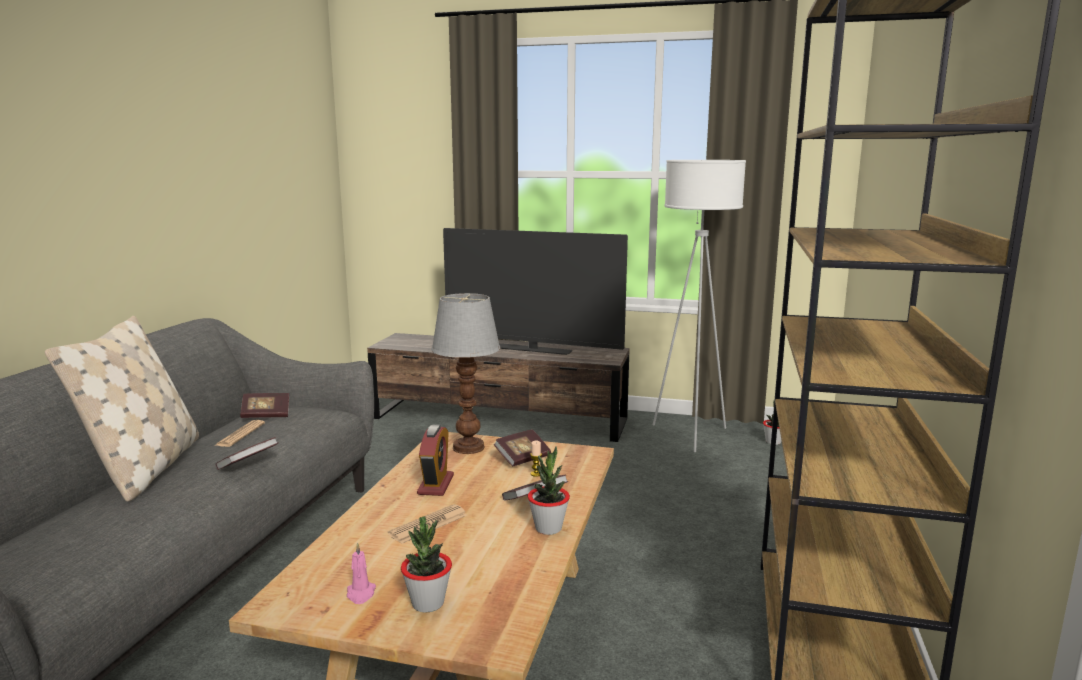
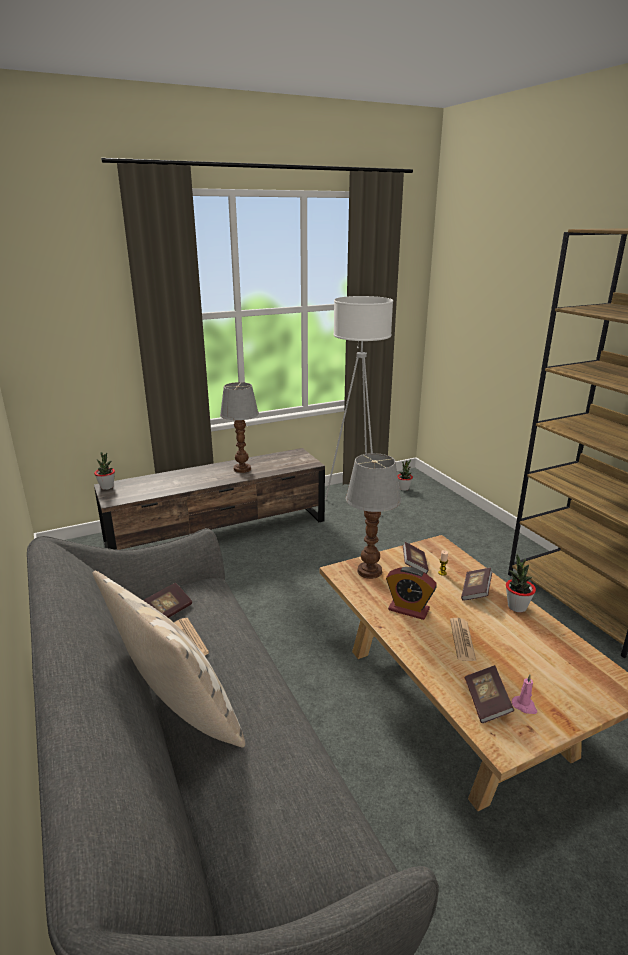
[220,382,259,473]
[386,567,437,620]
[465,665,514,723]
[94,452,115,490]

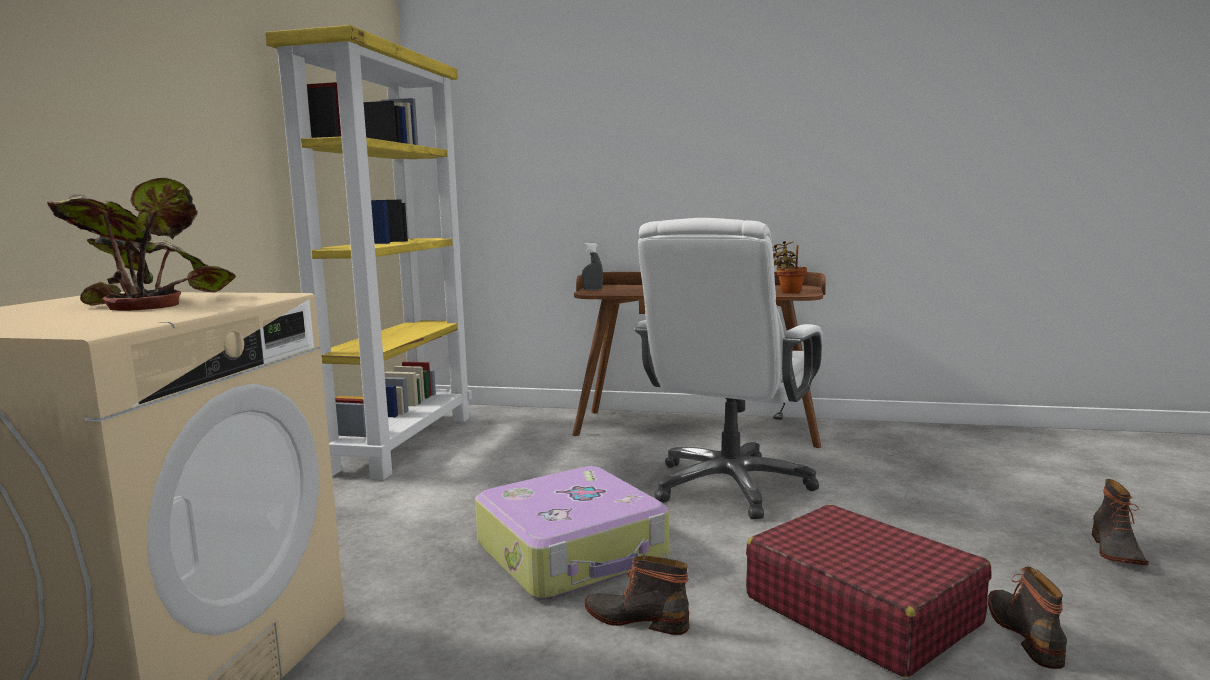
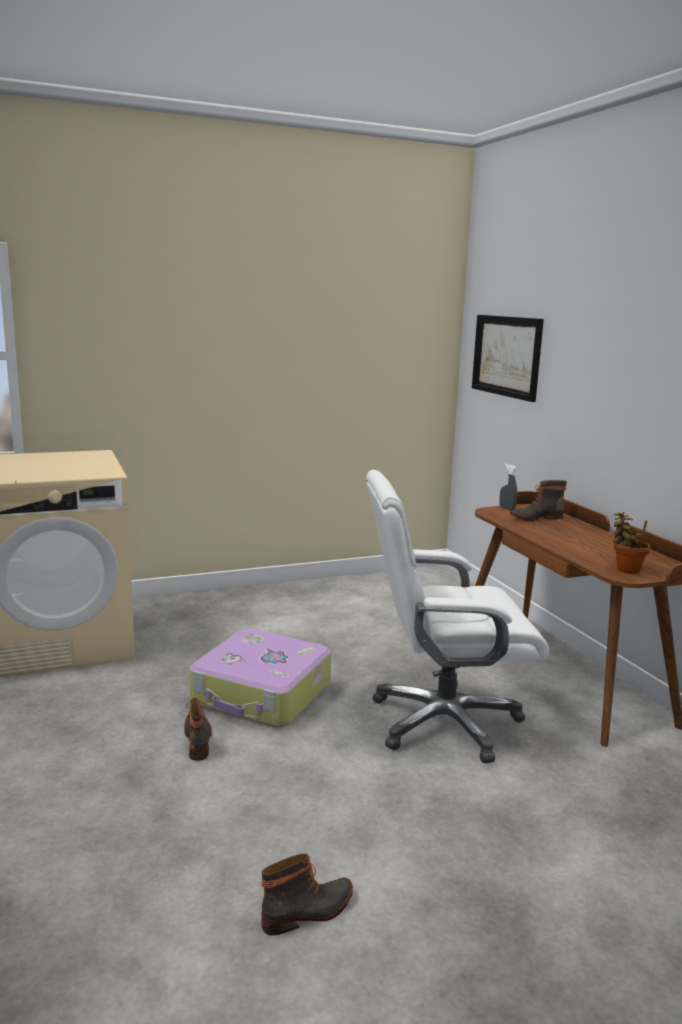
[265,25,472,480] (first image)
[47,177,236,311] (first image)
[510,480,567,522]
[746,504,992,677] (first image)
[472,315,544,402]

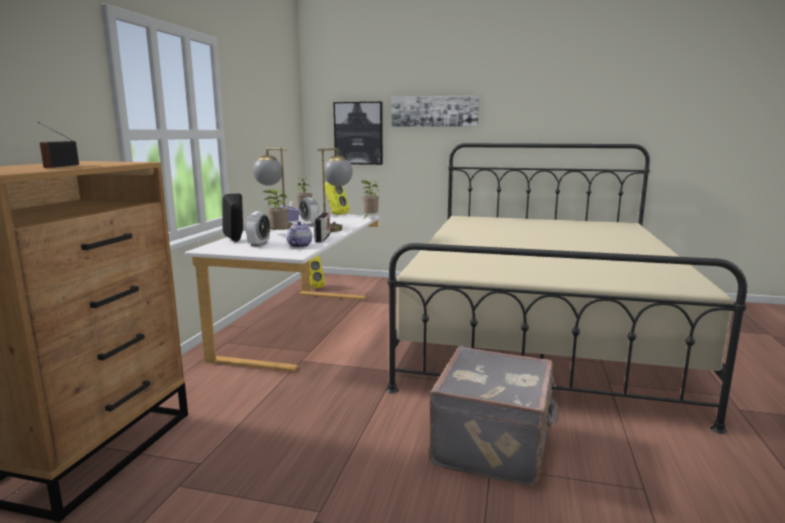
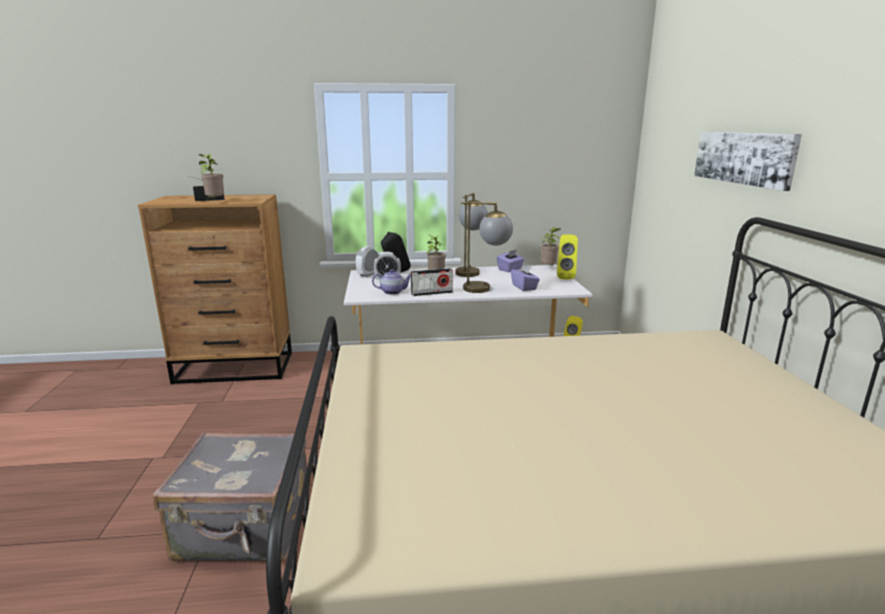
[333,102,383,165] (first image)
[199,153,224,200]
[356,246,379,277]
[511,264,540,291]

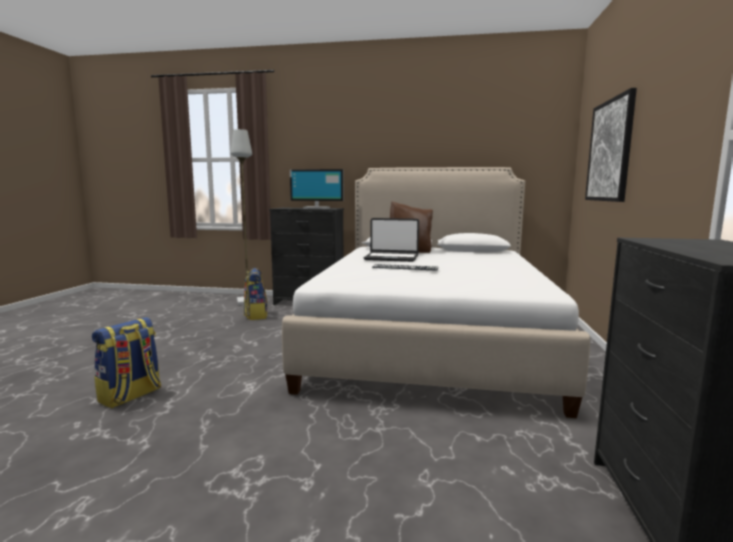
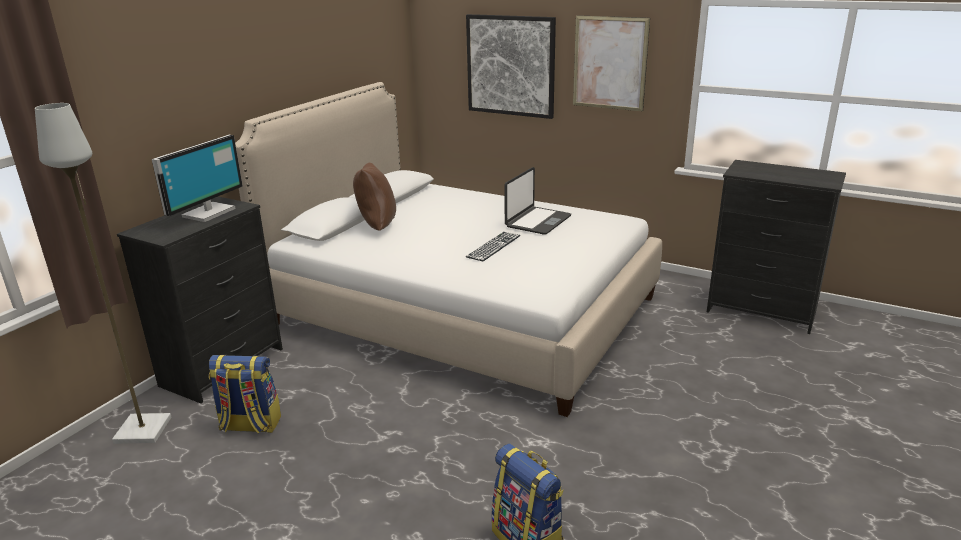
[504,167,571,235]
[573,15,650,111]

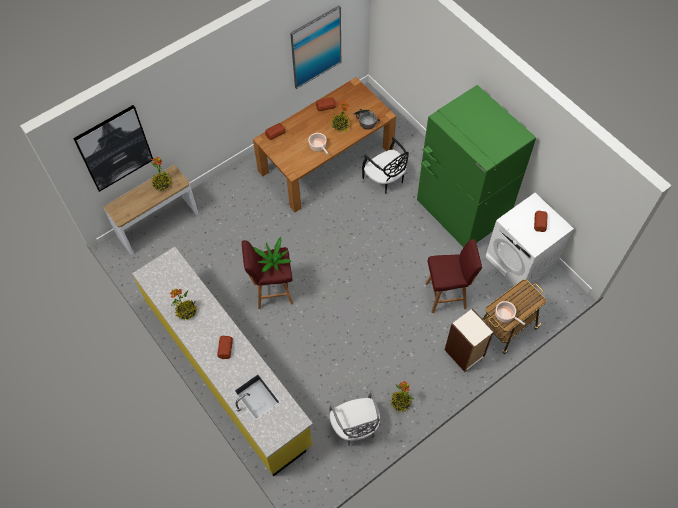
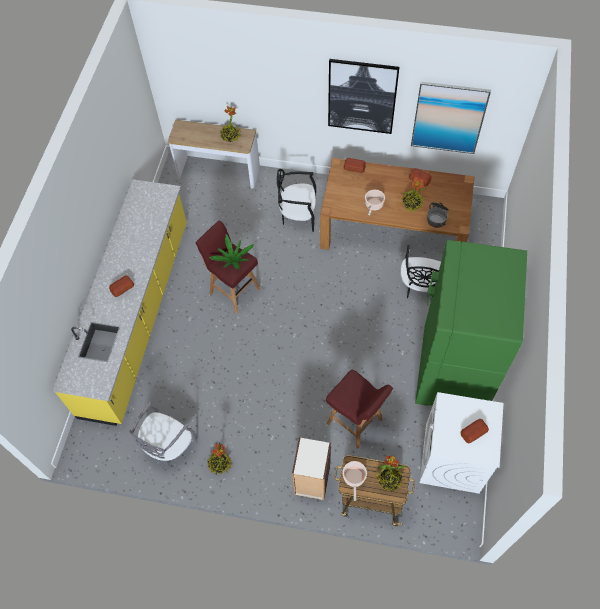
[328,59,399,134]
[376,455,406,491]
[277,169,316,232]

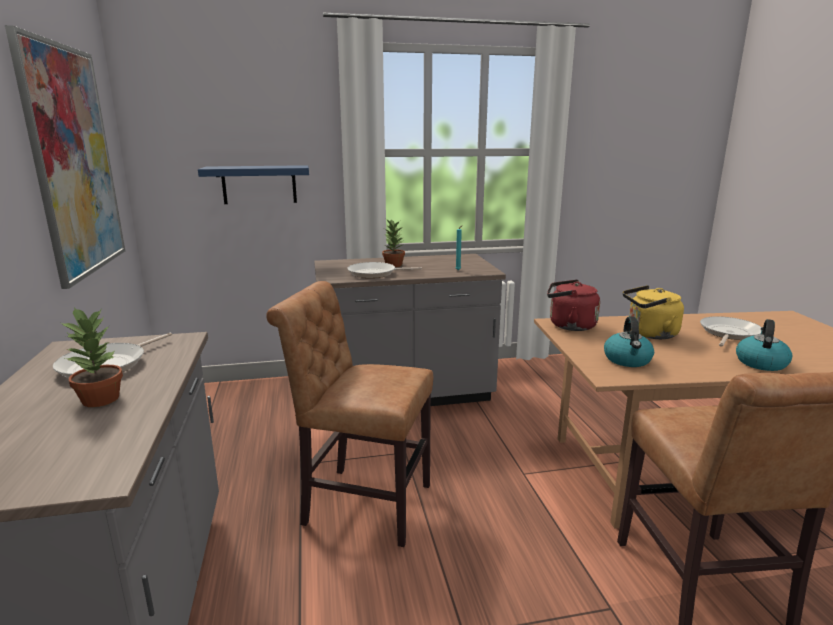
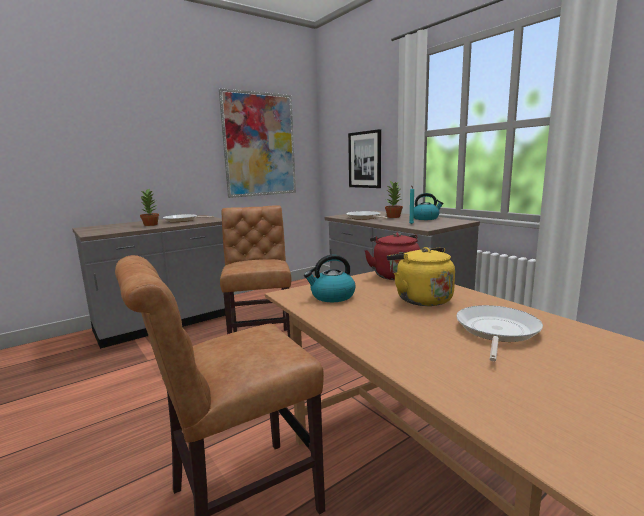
[348,129,381,188]
[456,305,543,361]
[414,193,444,220]

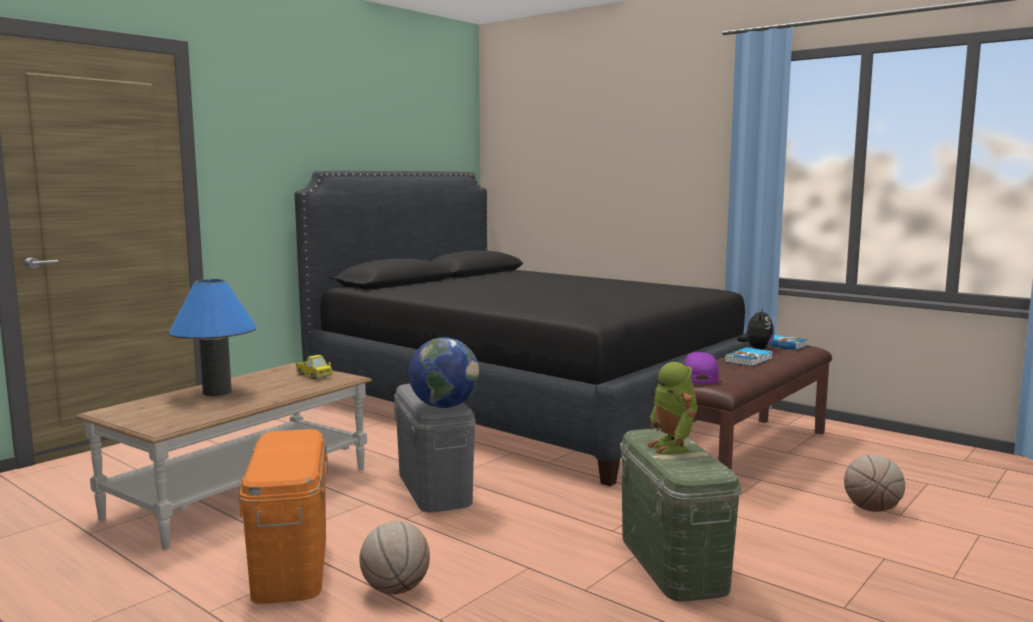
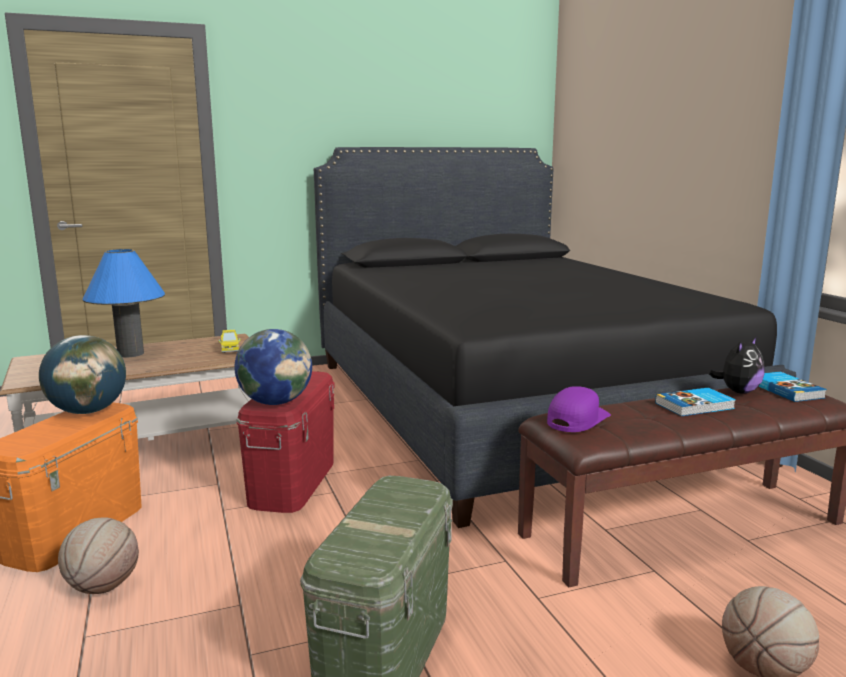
[647,362,697,455] (first image)
[236,371,335,513]
[39,335,126,414]

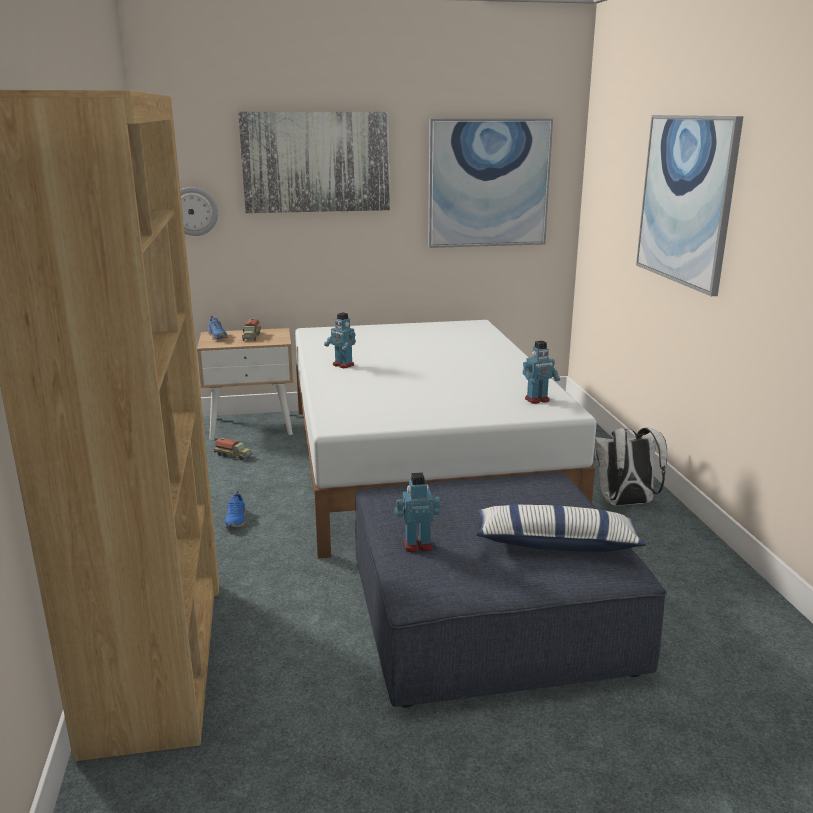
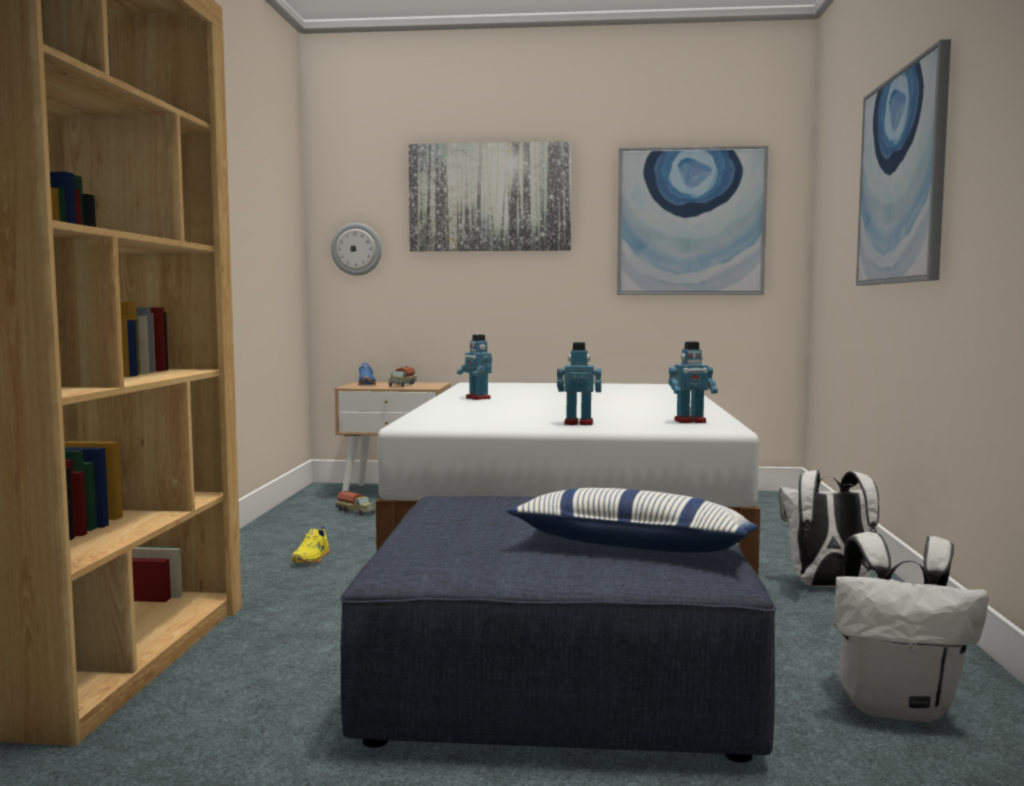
[557,342,601,425]
[292,525,329,563]
[834,532,989,722]

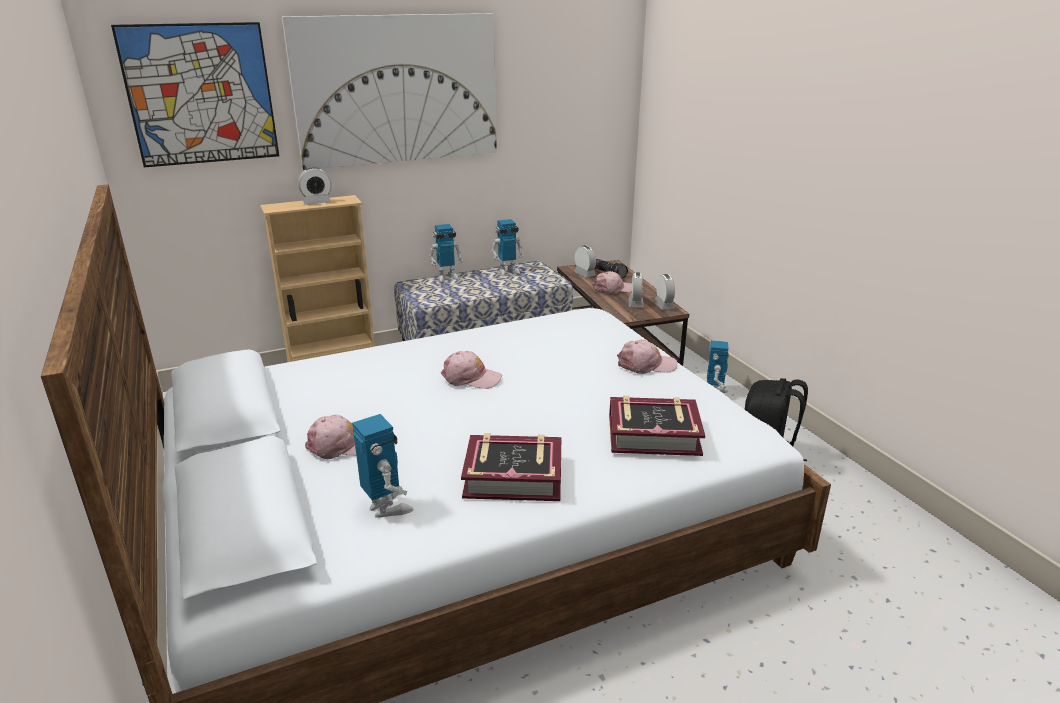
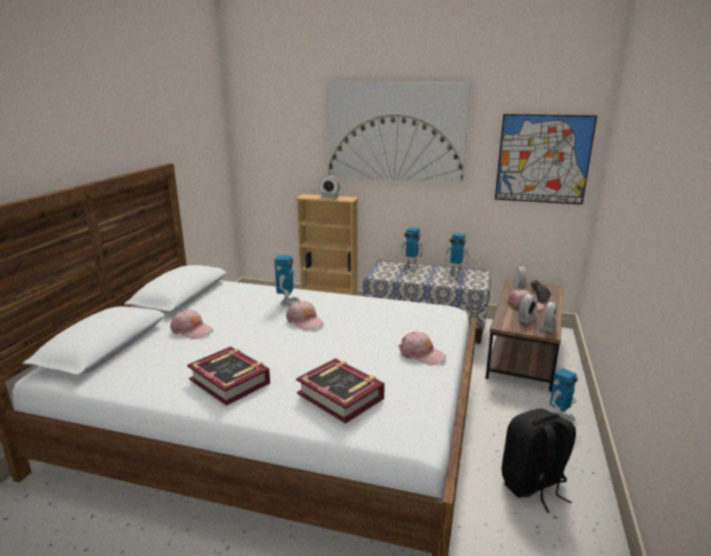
[495,114,597,205]
[274,255,300,307]

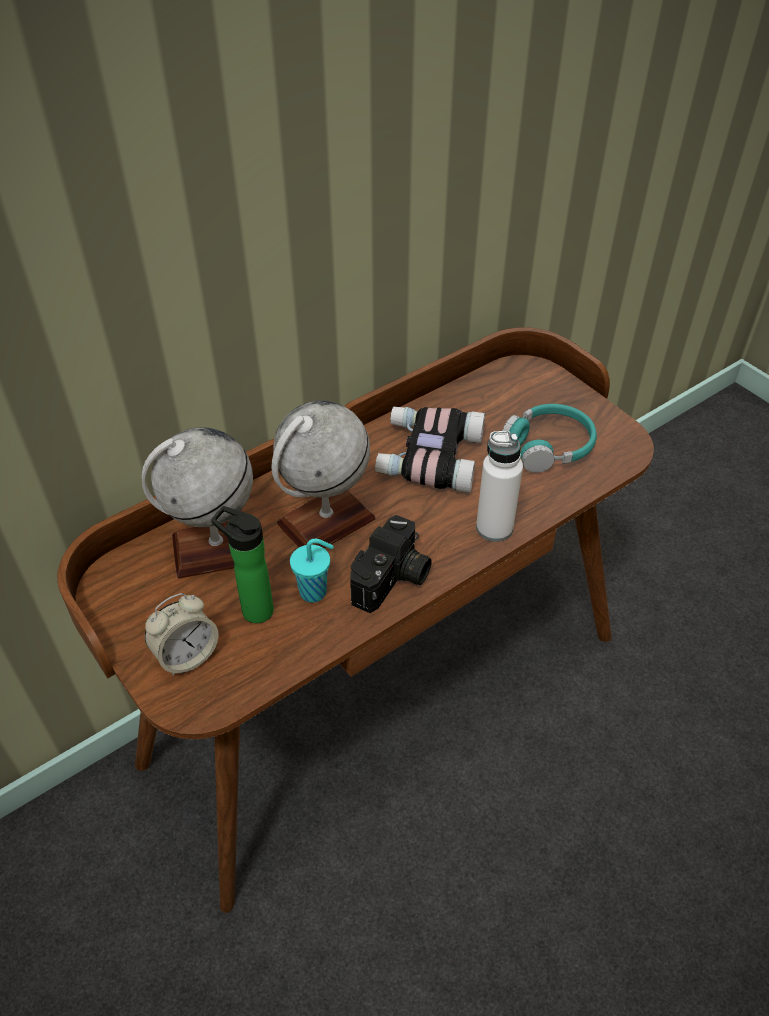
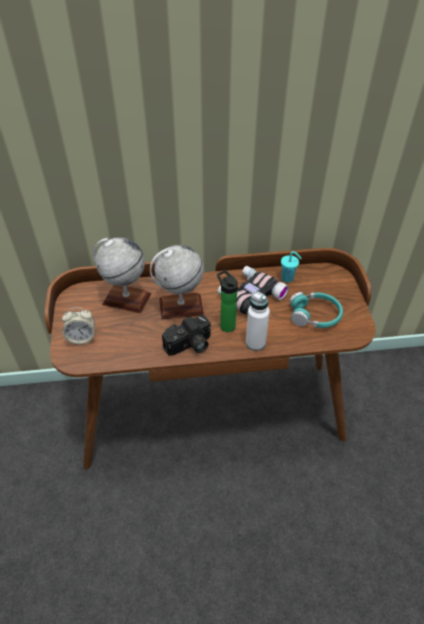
[217,270,238,332]
[281,251,302,283]

